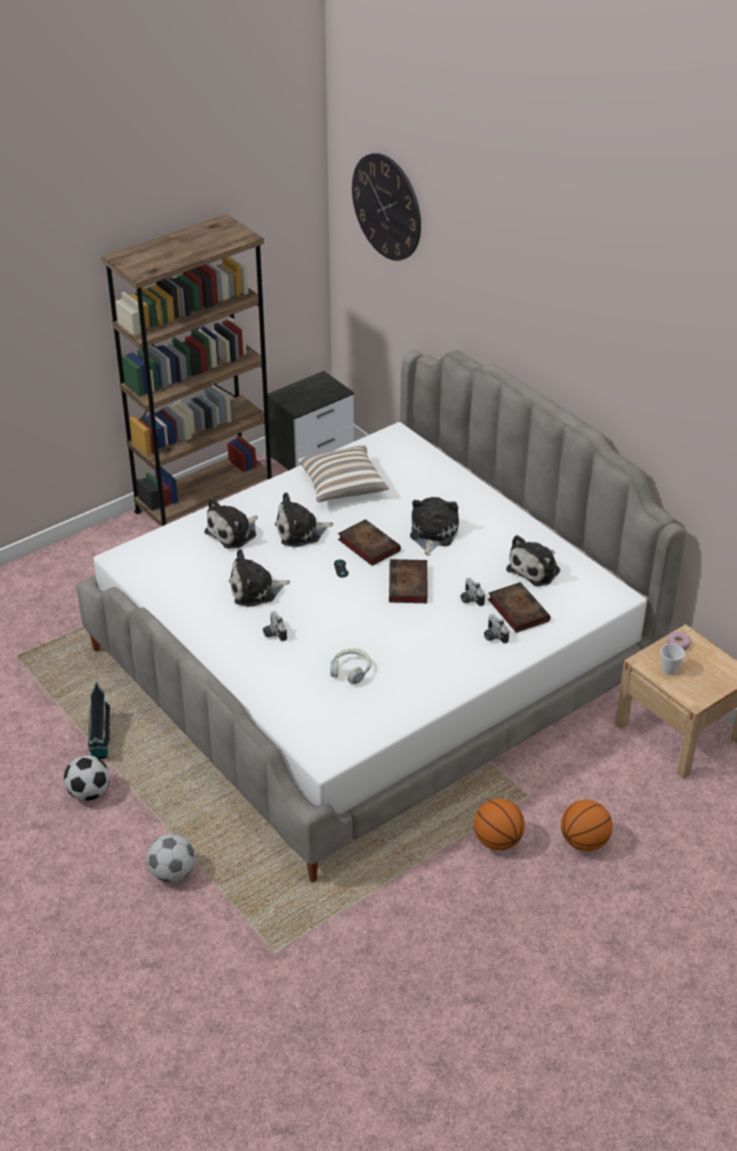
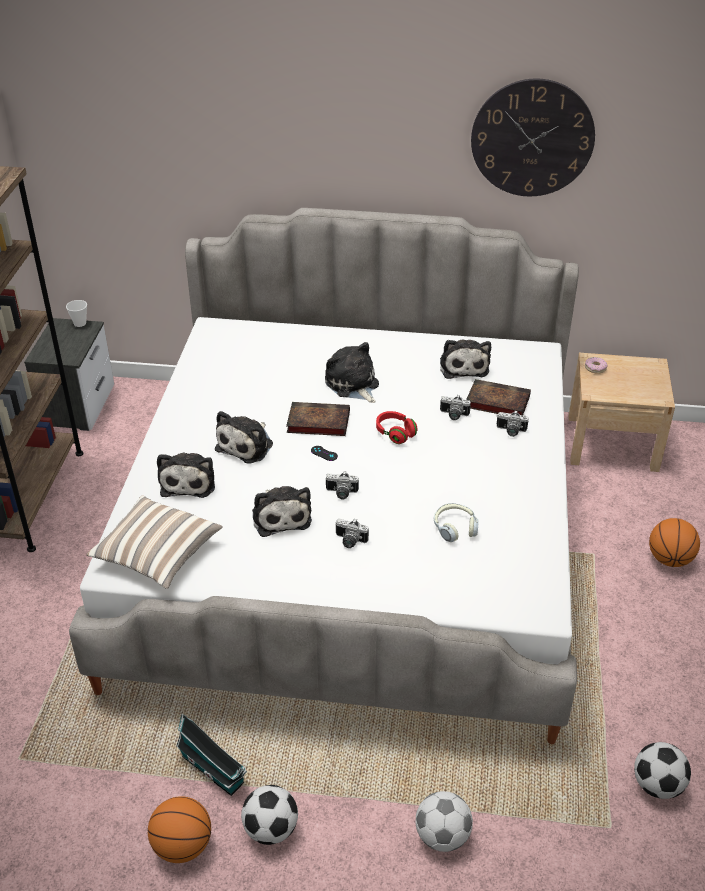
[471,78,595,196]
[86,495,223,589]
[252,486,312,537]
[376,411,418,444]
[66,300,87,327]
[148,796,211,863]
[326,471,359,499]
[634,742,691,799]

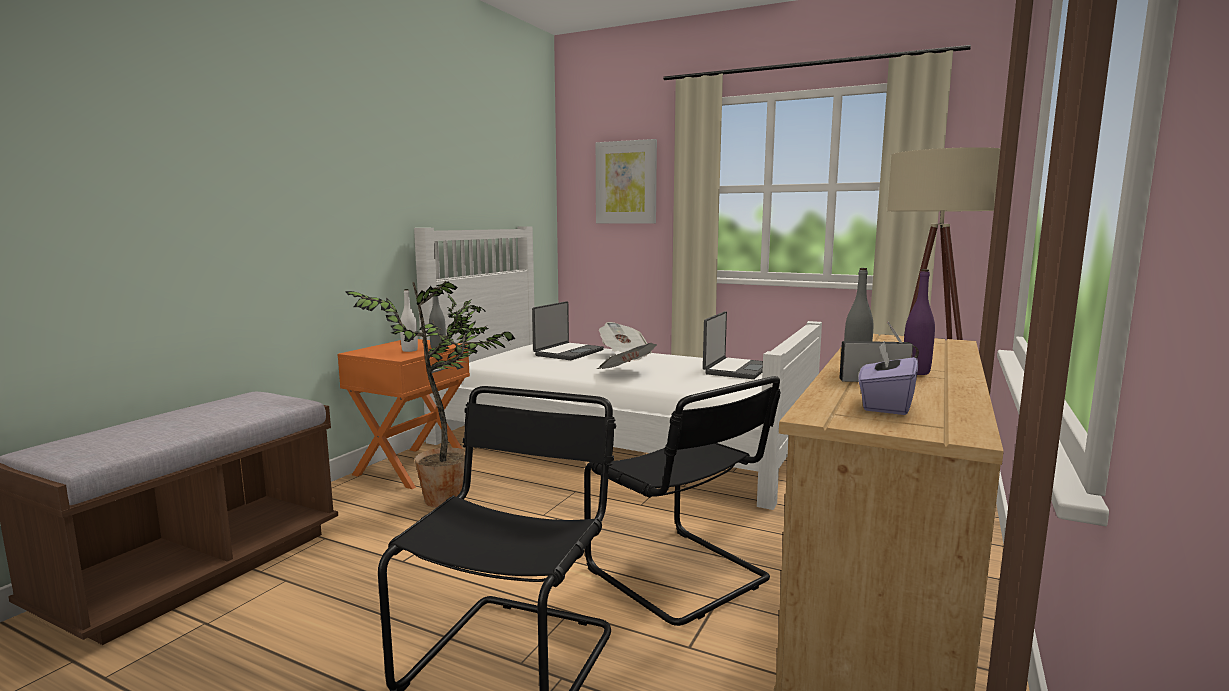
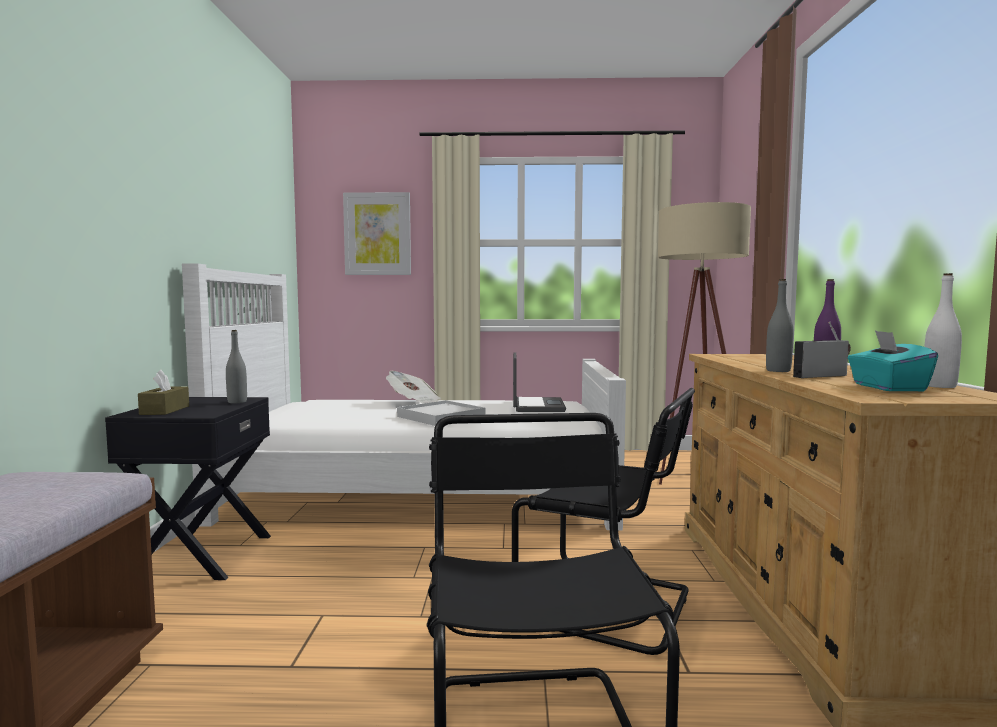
[345,281,515,508] (first image)
[924,273,962,388]
[532,301,604,360] (first image)
[105,397,271,580]
[848,330,938,391]
[397,400,485,426]
[138,370,189,415]

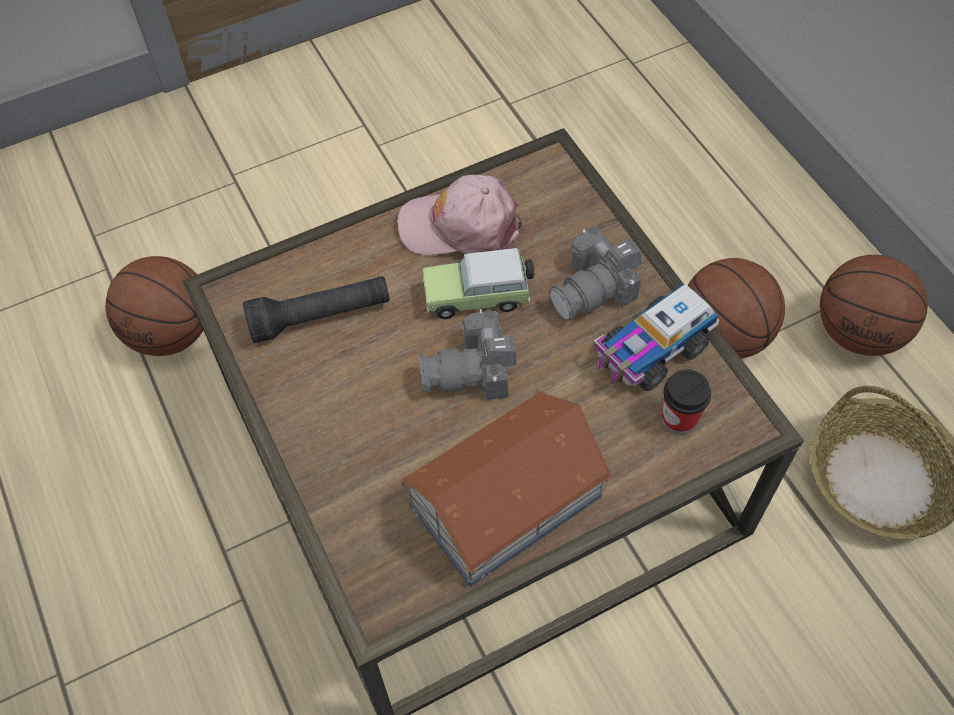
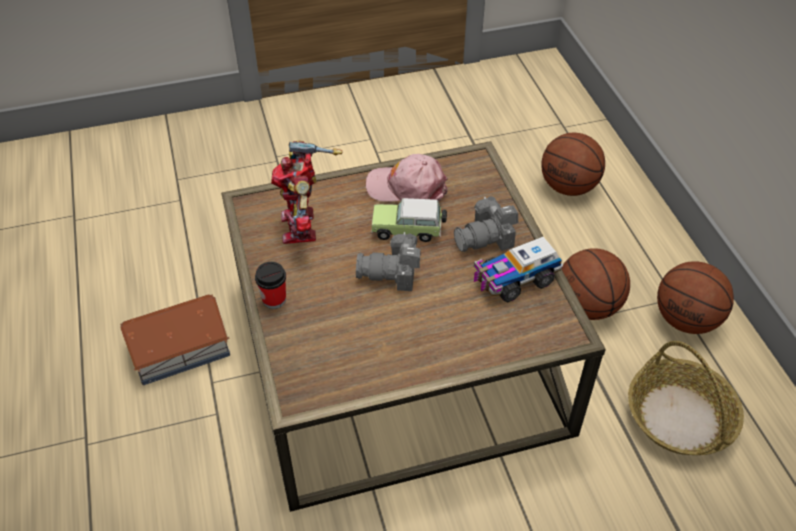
[541,133,605,196]
[271,140,342,244]
[255,262,286,309]
[120,294,230,385]

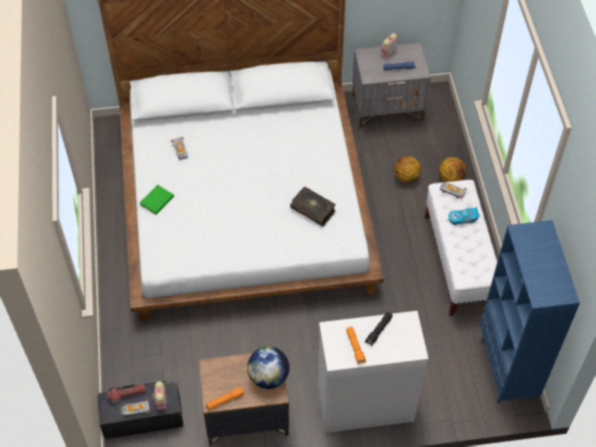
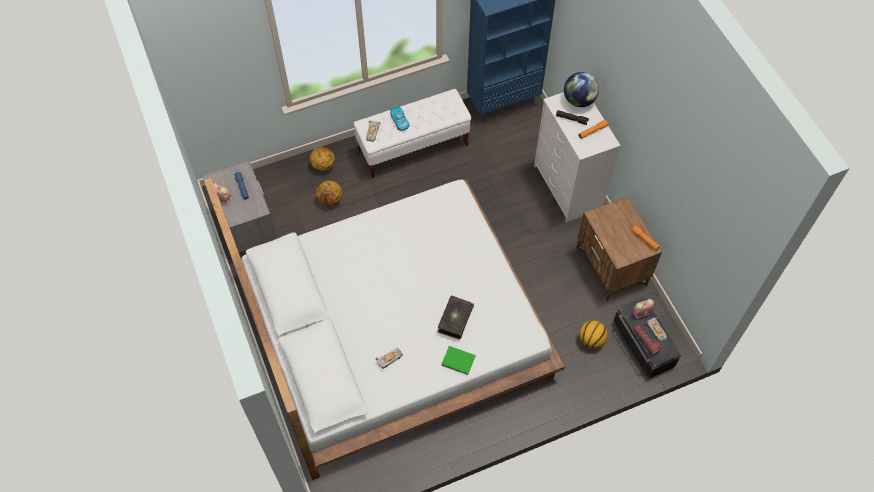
[438,296,474,339]
[564,72,599,107]
[579,320,608,349]

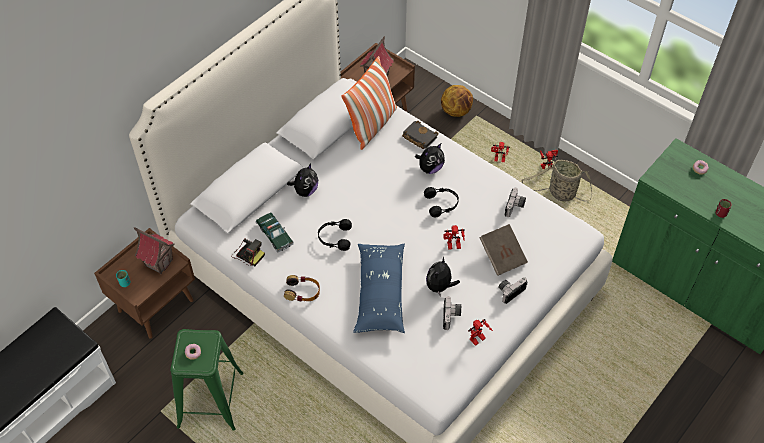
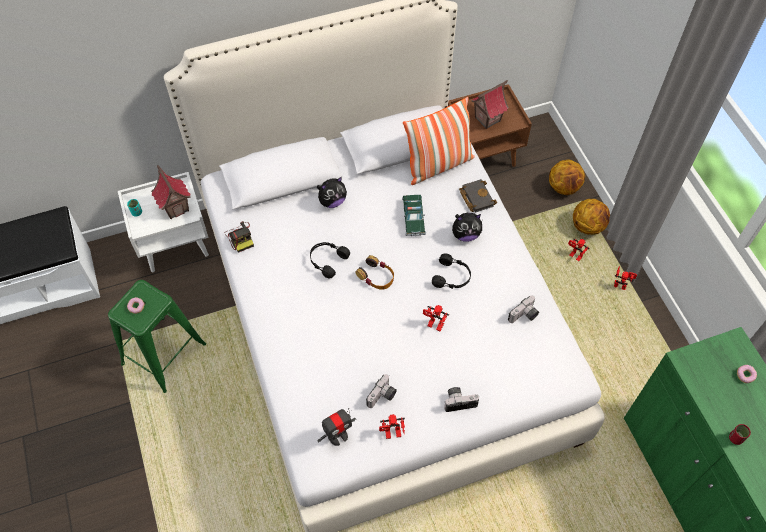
[522,160,592,202] (first image)
[402,195,426,236]
[479,224,528,276] (first image)
[118,172,209,272]
[353,244,405,333] (first image)
[426,257,460,296] (first image)
[356,255,394,290]
[573,199,610,235]
[317,408,356,446]

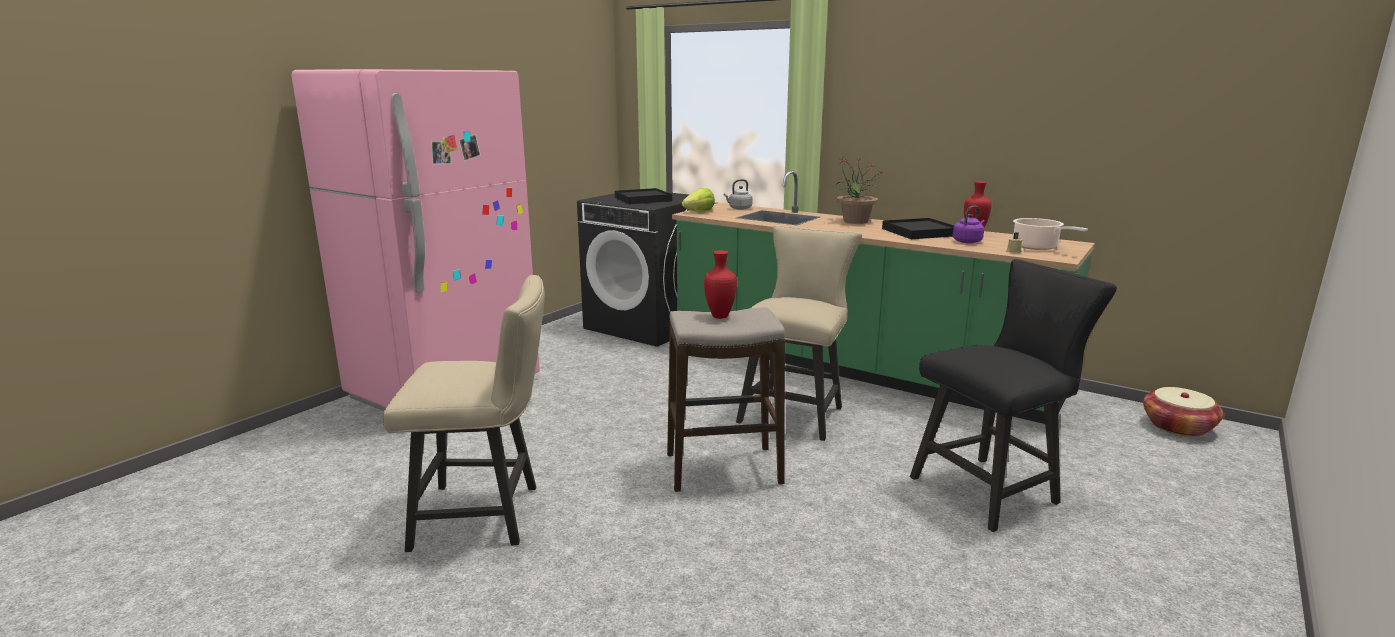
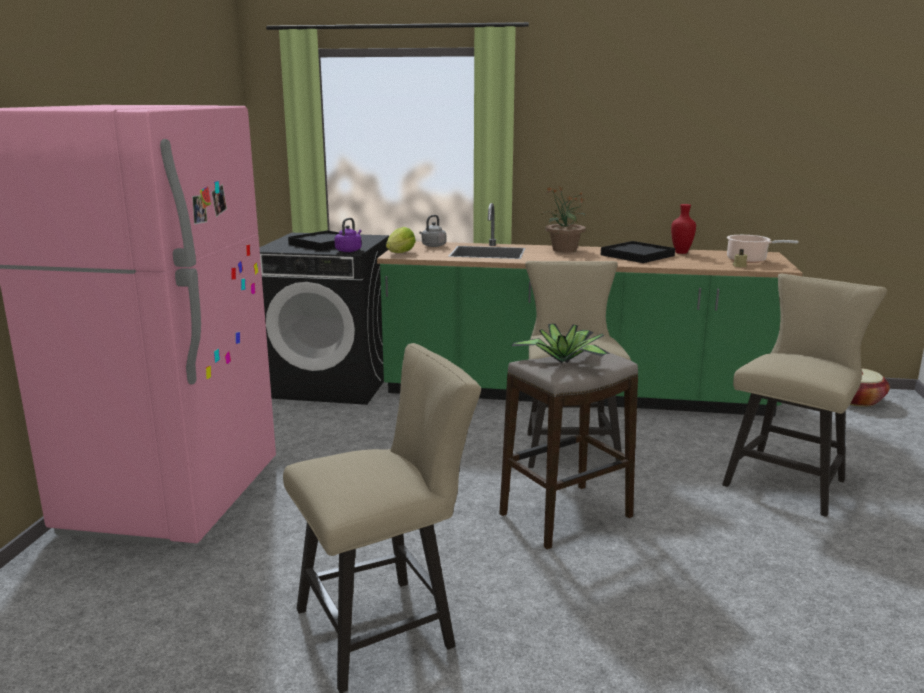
[334,218,362,252]
[512,324,610,363]
[722,274,887,517]

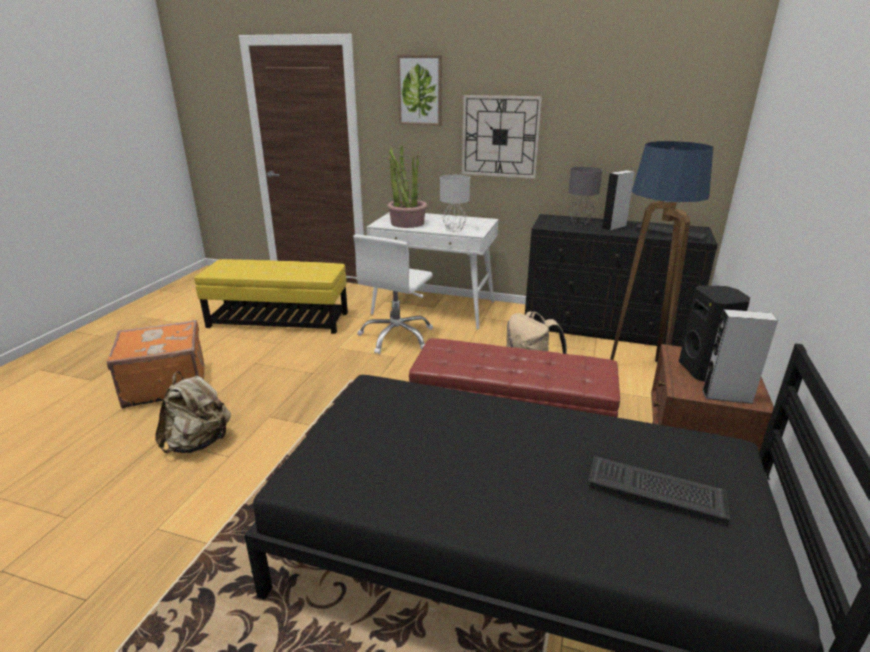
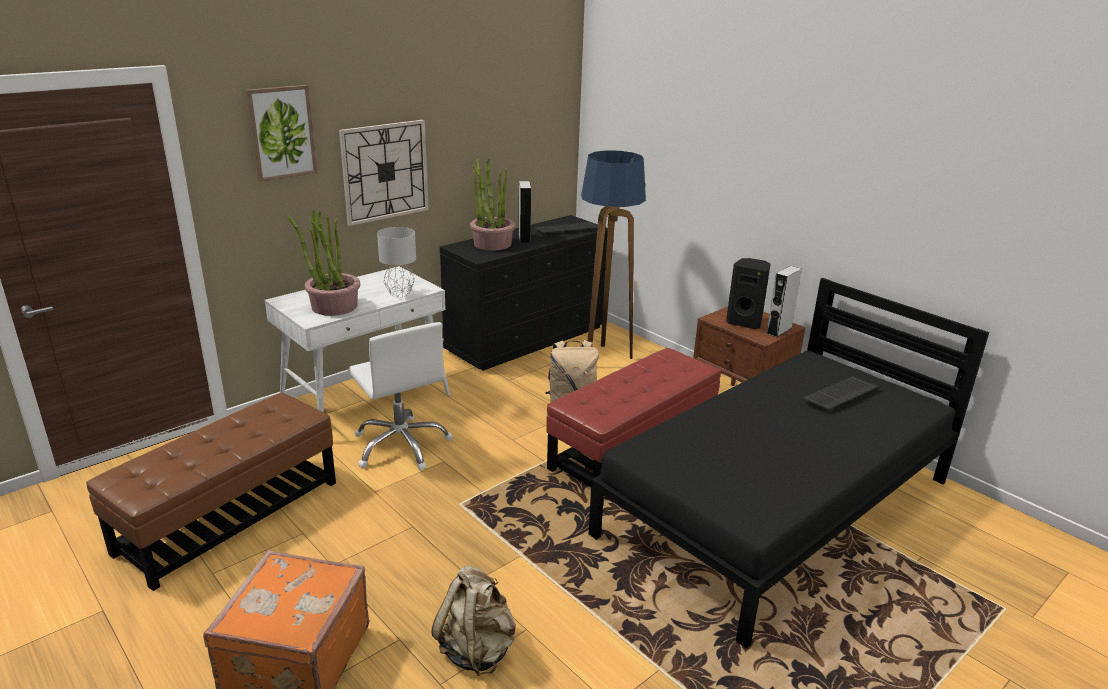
[470,158,516,250]
[86,393,336,591]

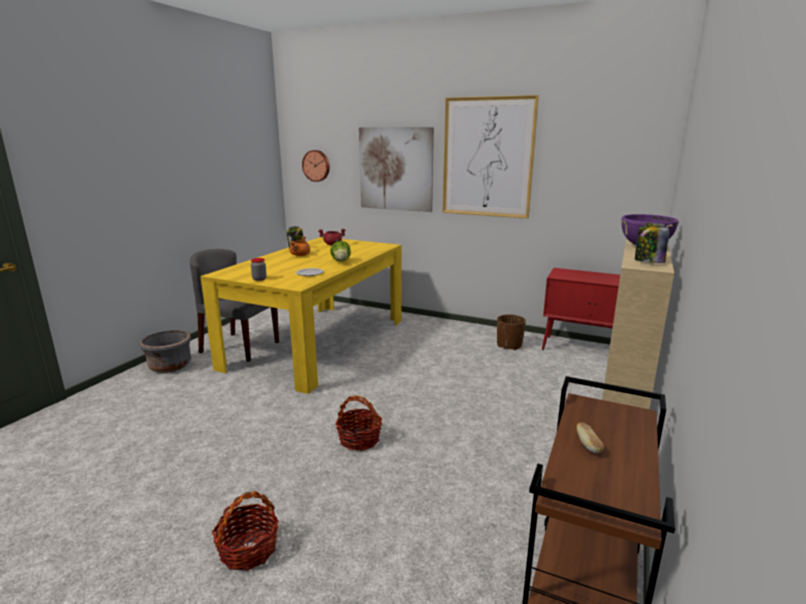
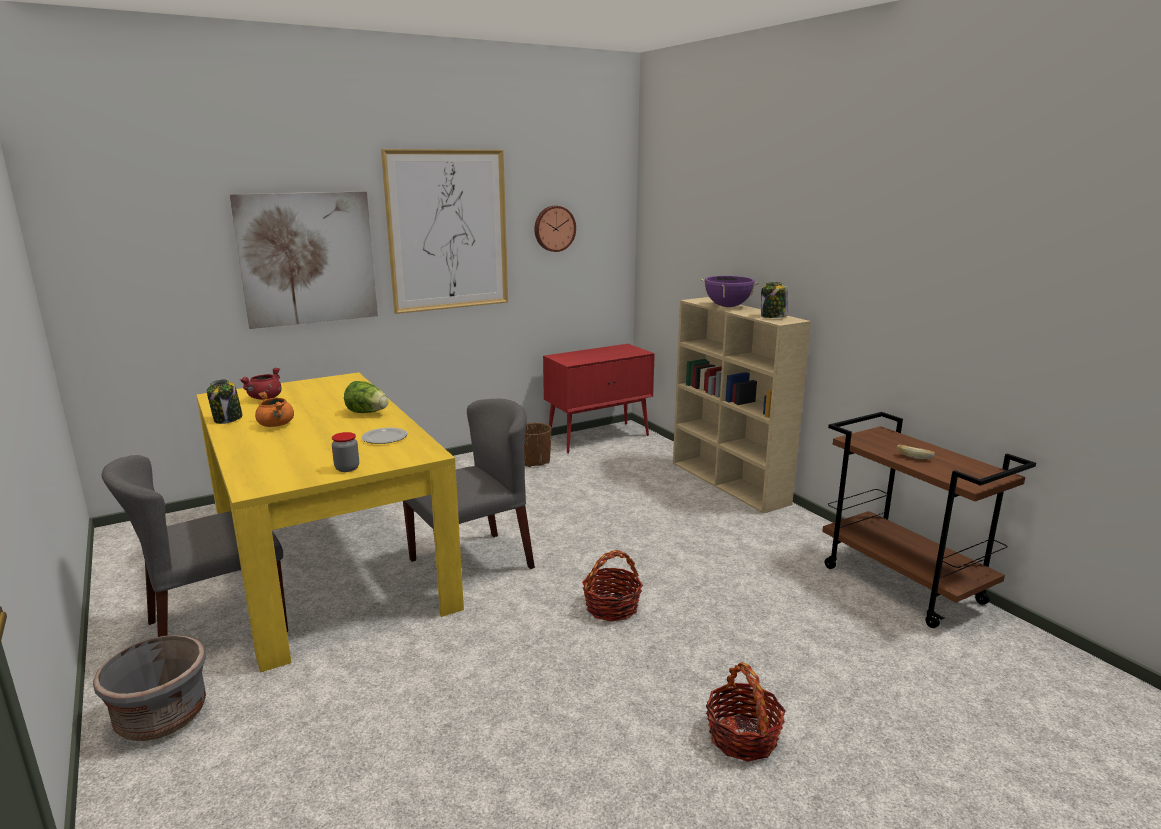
[534,206,576,252]
[403,399,535,569]

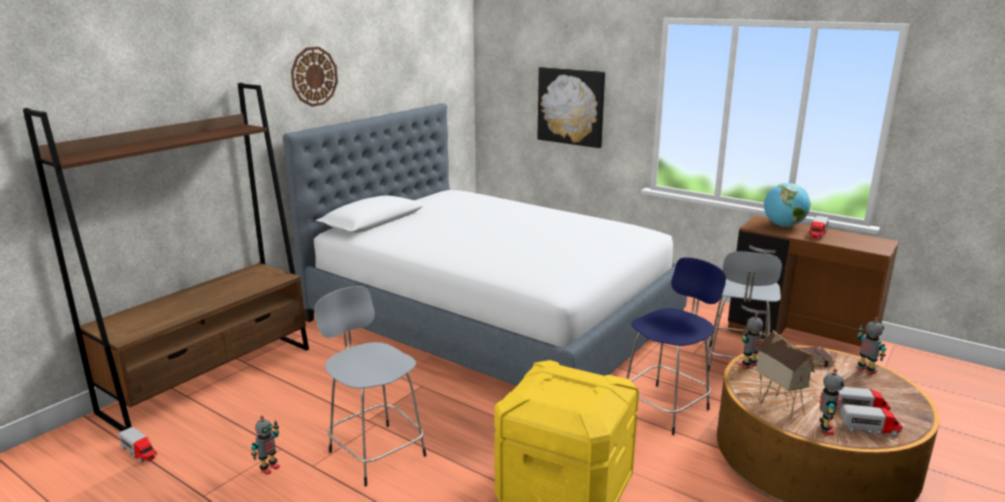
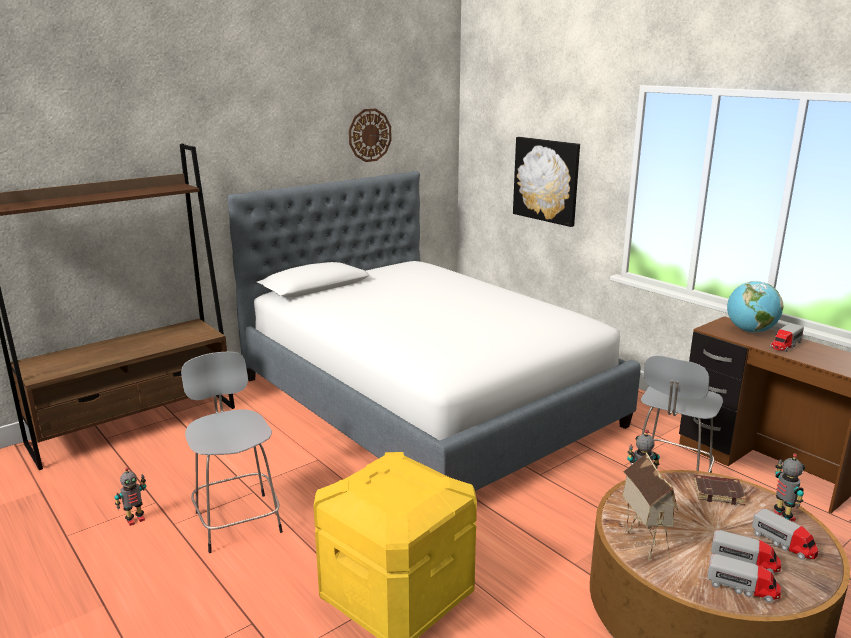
[349,108,391,162]
[626,257,726,435] (first image)
[819,369,844,435] (first image)
[752,509,818,560]

